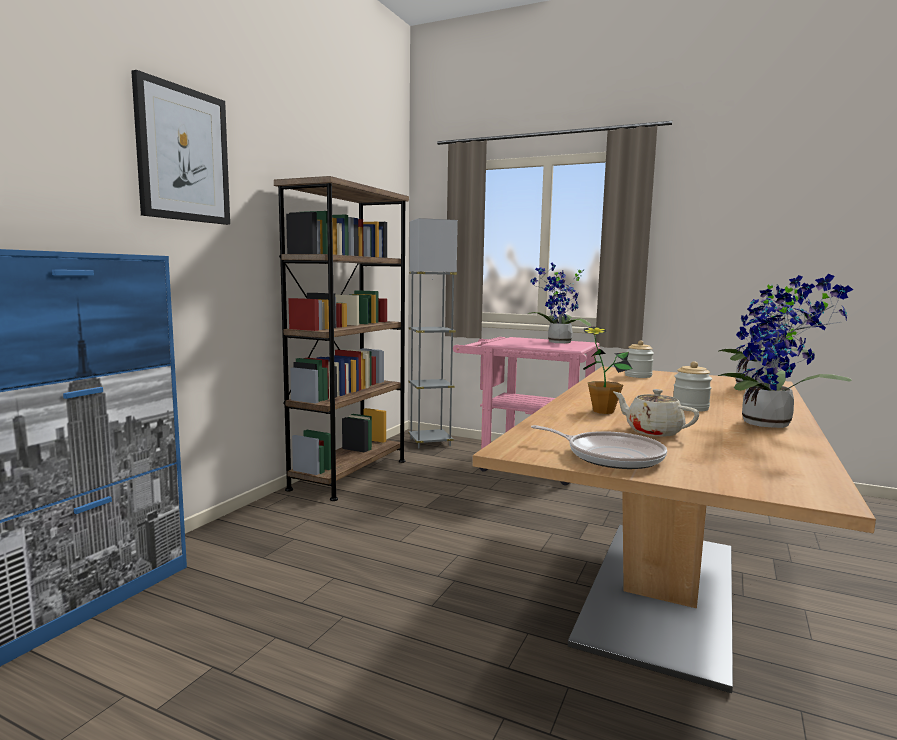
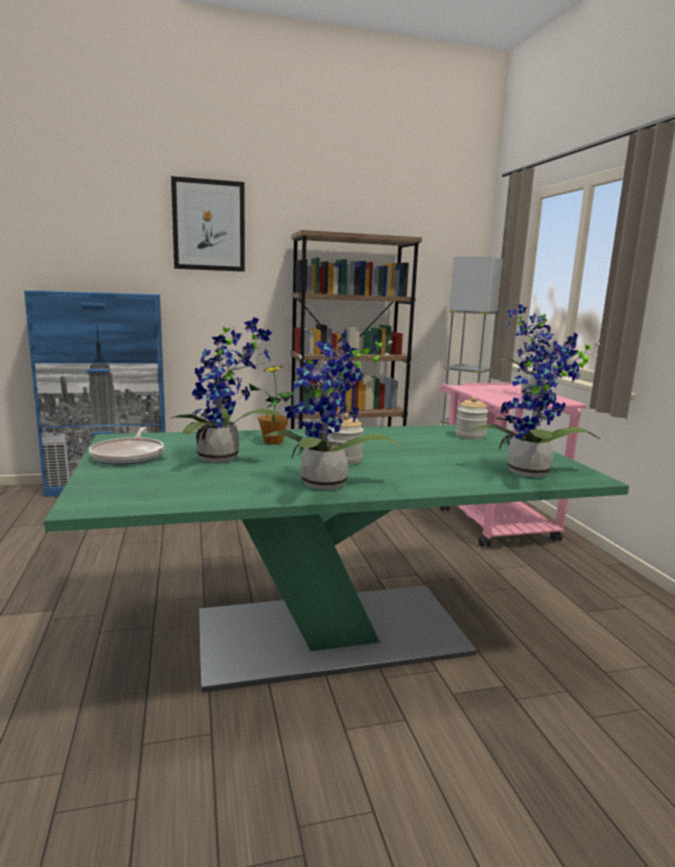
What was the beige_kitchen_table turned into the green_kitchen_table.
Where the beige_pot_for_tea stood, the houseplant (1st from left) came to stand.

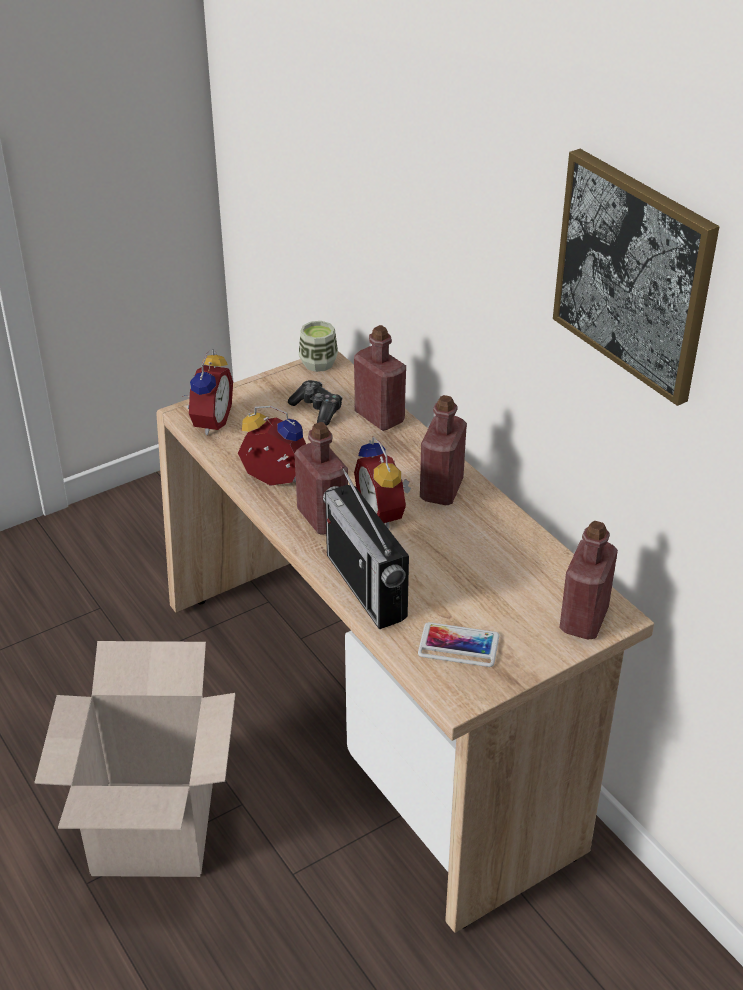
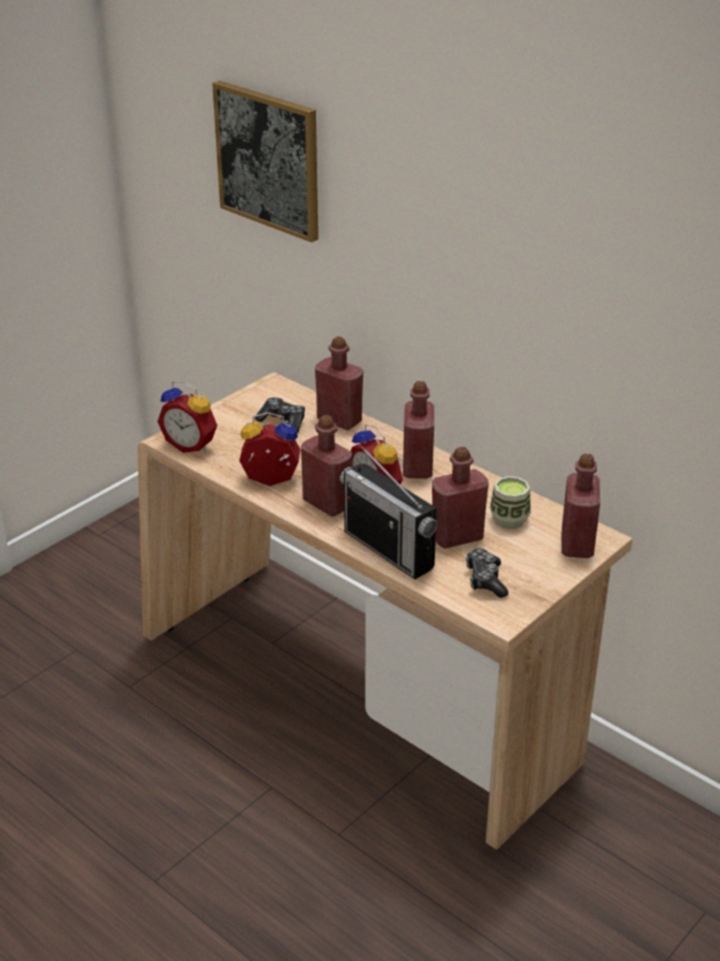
The alarm_clock (1st from left) ended up facing another way, 120 degrees clockwise from before.
The wall_picture ended up elsewhere.
The second view gained the red-coloured_drink_bottle (4th from left).
Where the telephone stood, the joypad (2nd from left) came to stand.
The cup ended up elsewhere.
The second view lost the carton.

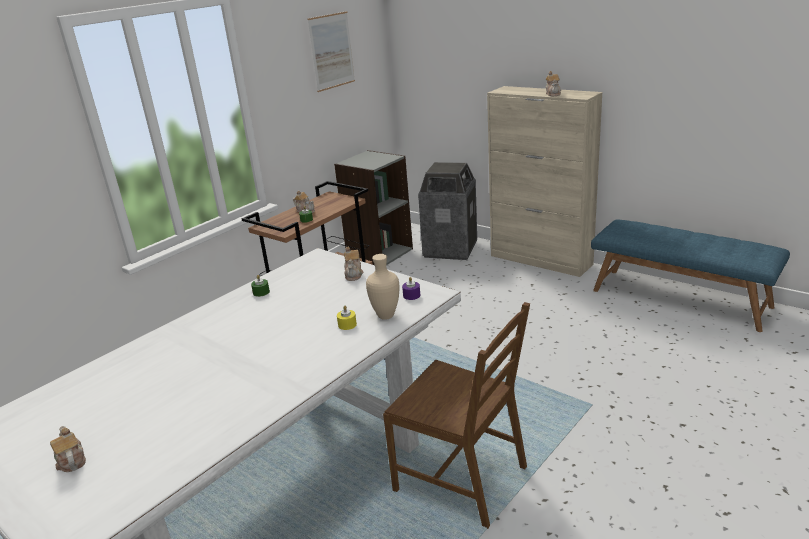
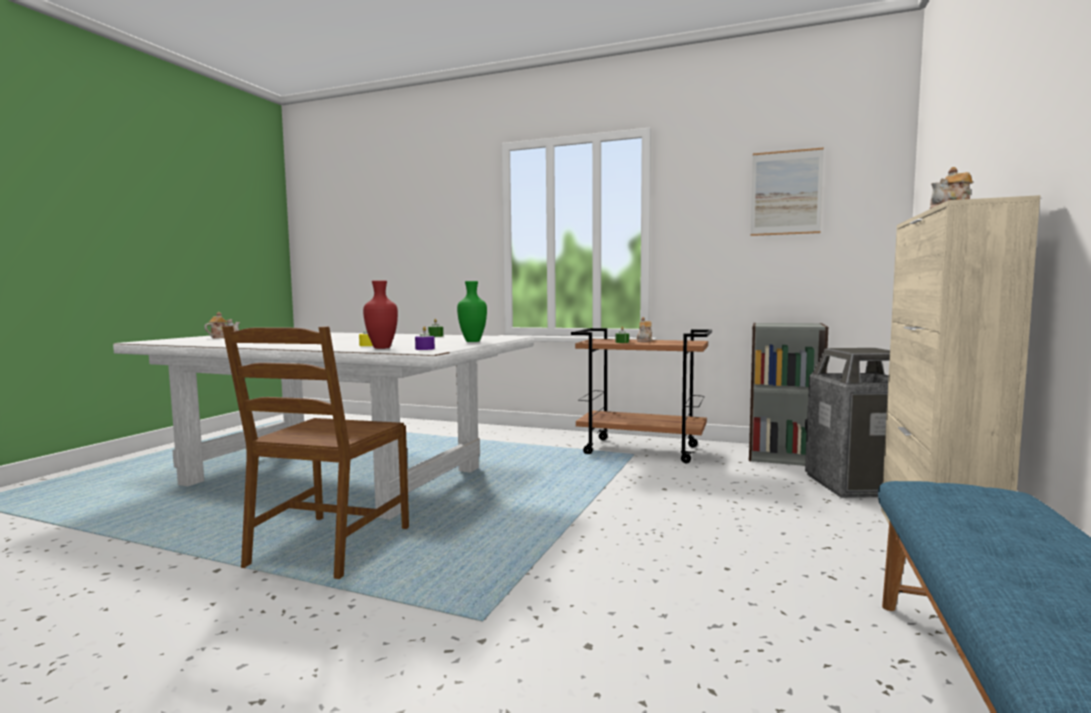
What was the beige_vase turned into the red-coloured_vase.
Where the pot_for_tea (3rd from left) stood, the green_vase came to stand.

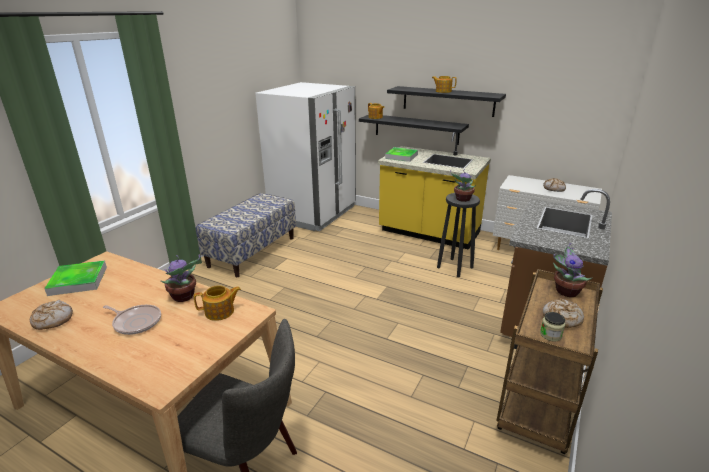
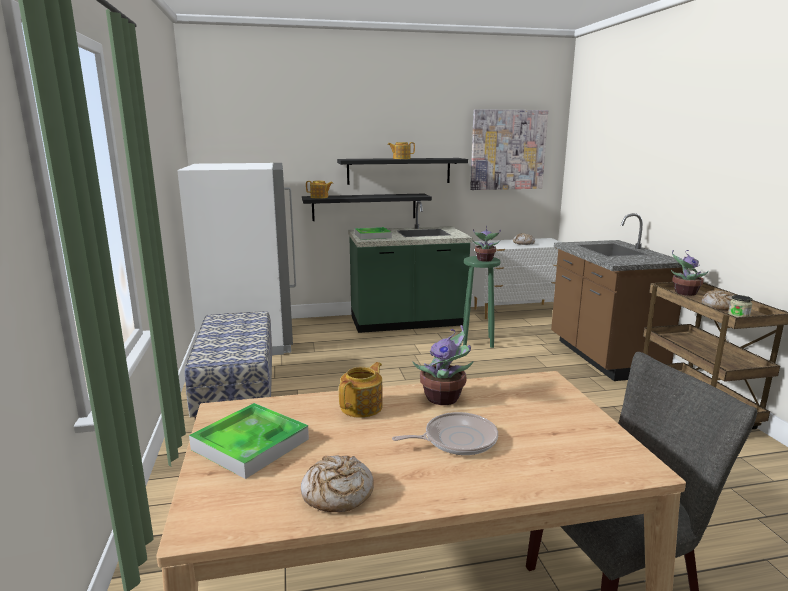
The pot_for_tea (1st from left in the first image) ended up elsewhere.
What was the yellow-coloured_kitchen_counter turned into the green_kitchen_counter.
What was the blackish_stool_seat turned into the green_stool_seat.
The second view gained the wall_picture.

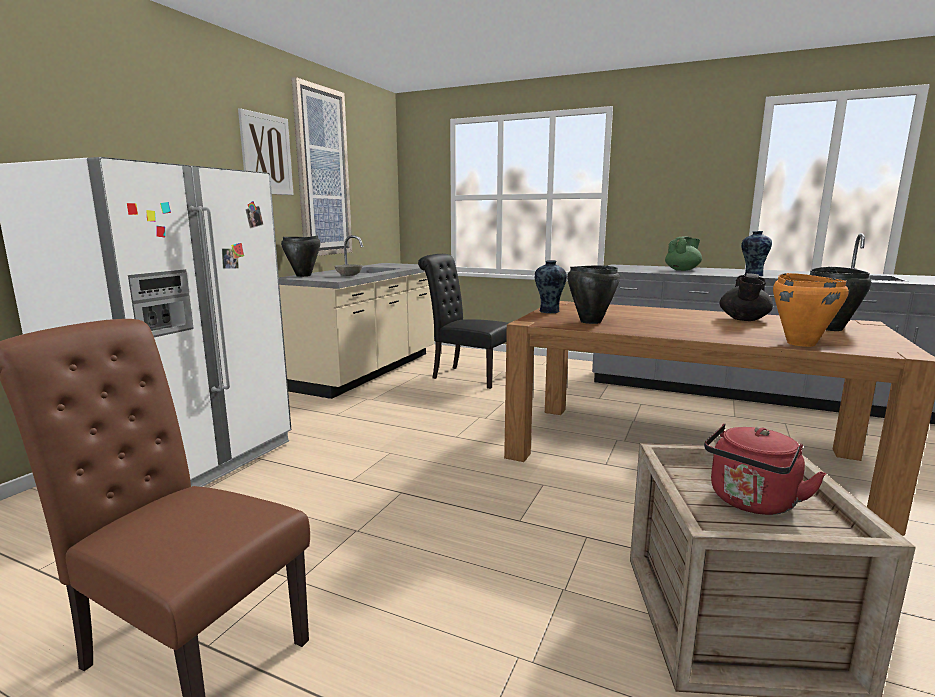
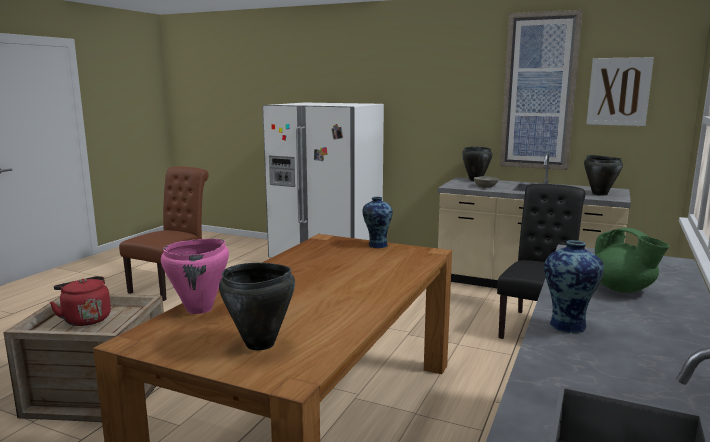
What was the orange_cooking_pot turned into the pink-coloured_cooking_pot.
The blackish_cooking_pot (2nd from left in the first image) ended up elsewhere.
The wall_picture (1st from left in the first image) ended up elsewhere.
The second view lost the blackish_pot_for_tea.

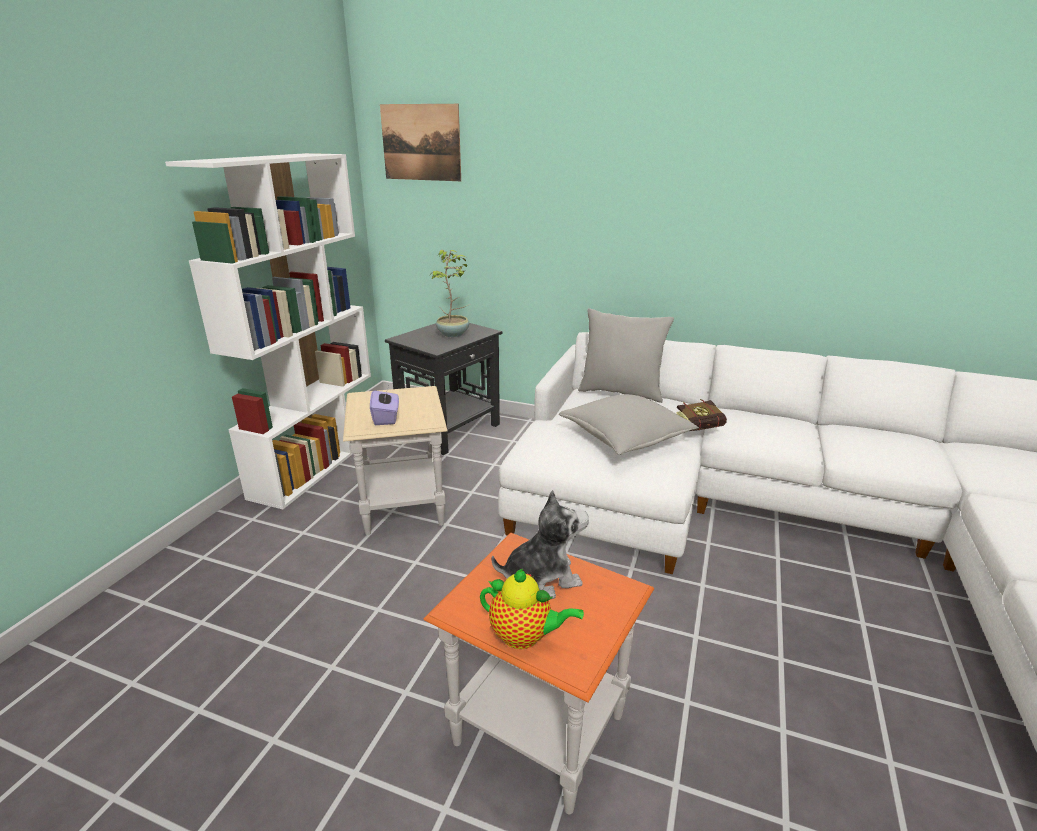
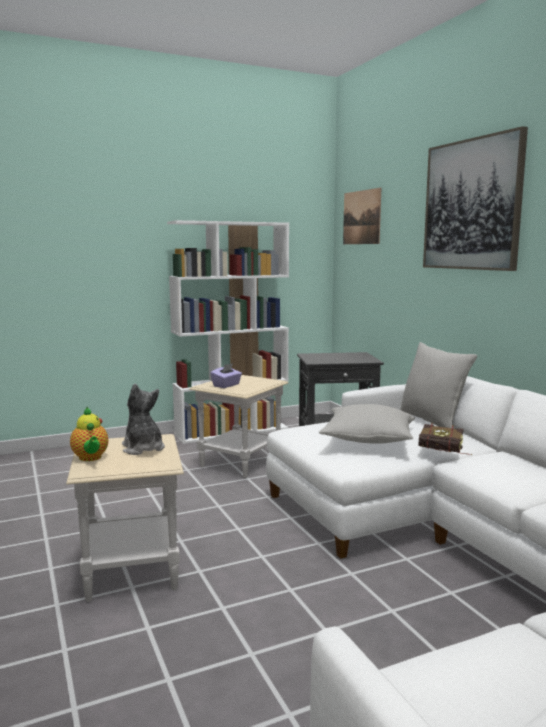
What was the orange_side_table turned into the beige_side_table (1st from left).
The cuddly_toy ended up facing another way, 150 degrees counterclockwise from before.
The second view gained the wall_picture (2nd from left).
The second view lost the houseplant.

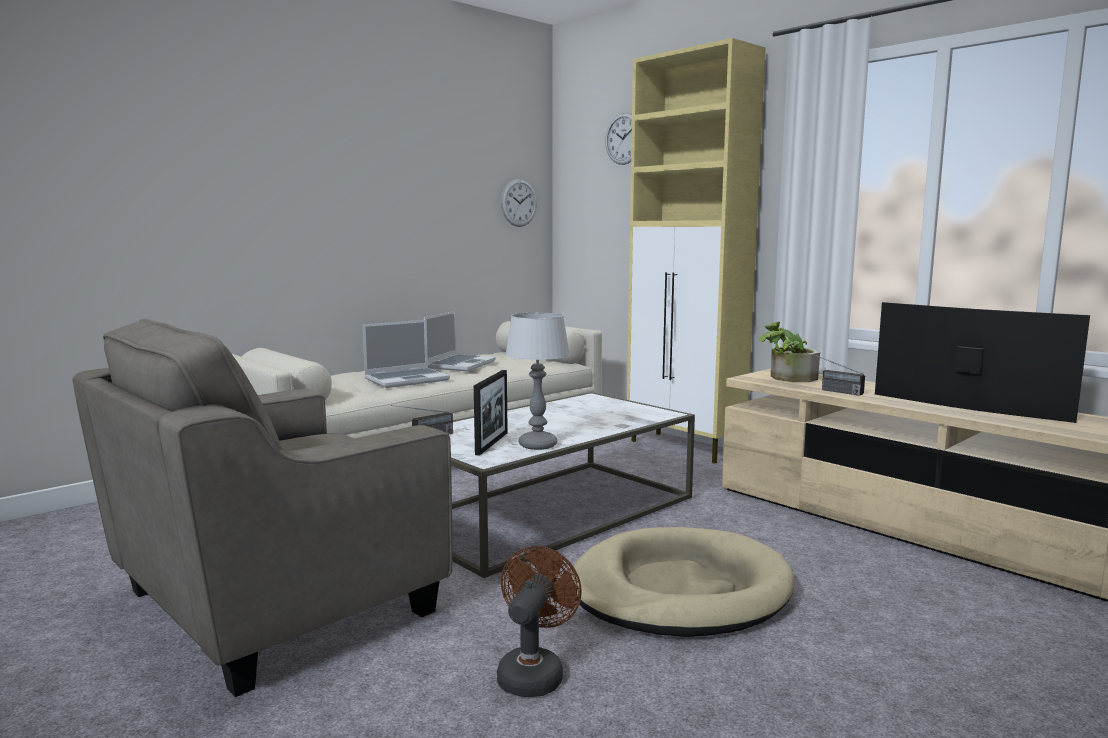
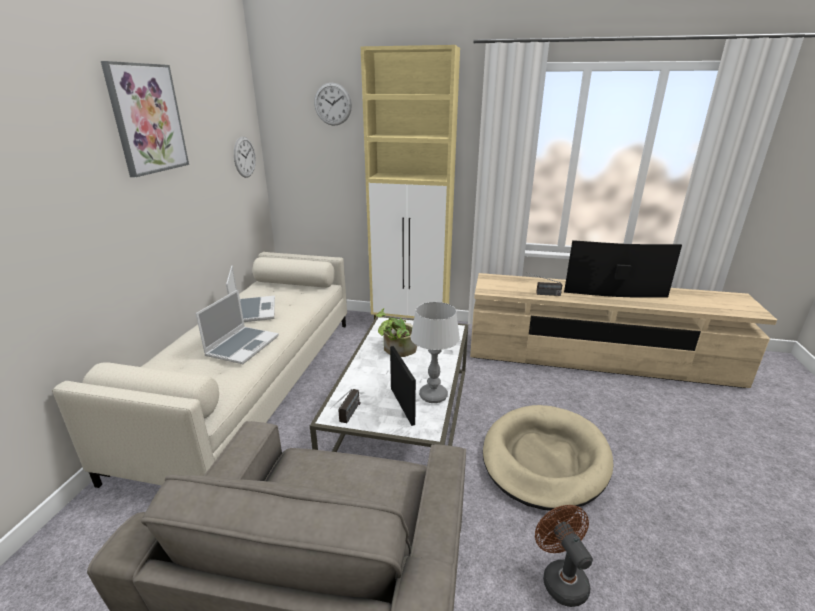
The second view gained the wall_picture.
The houseplant ended up elsewhere.

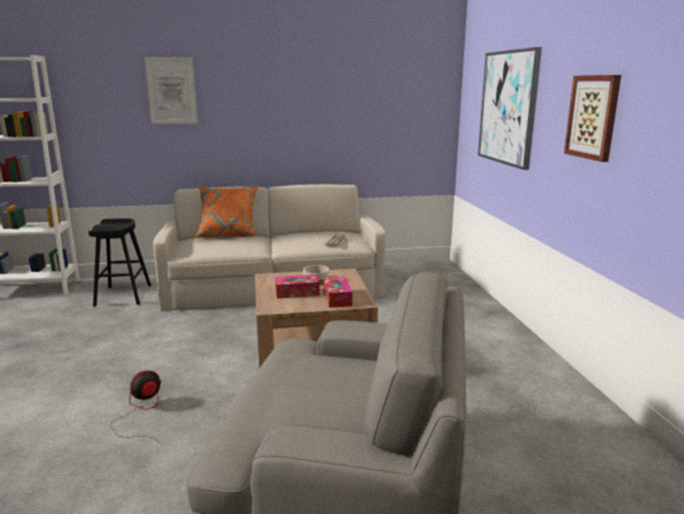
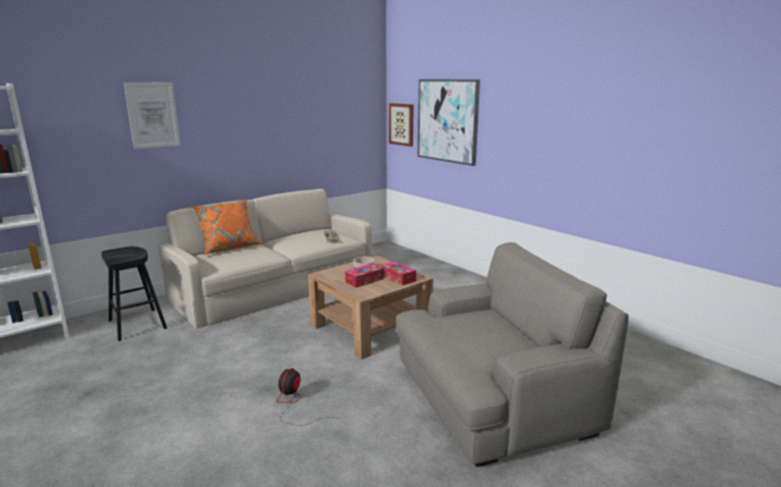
The wall_picture (3rd from left in the first image) ended up elsewhere.

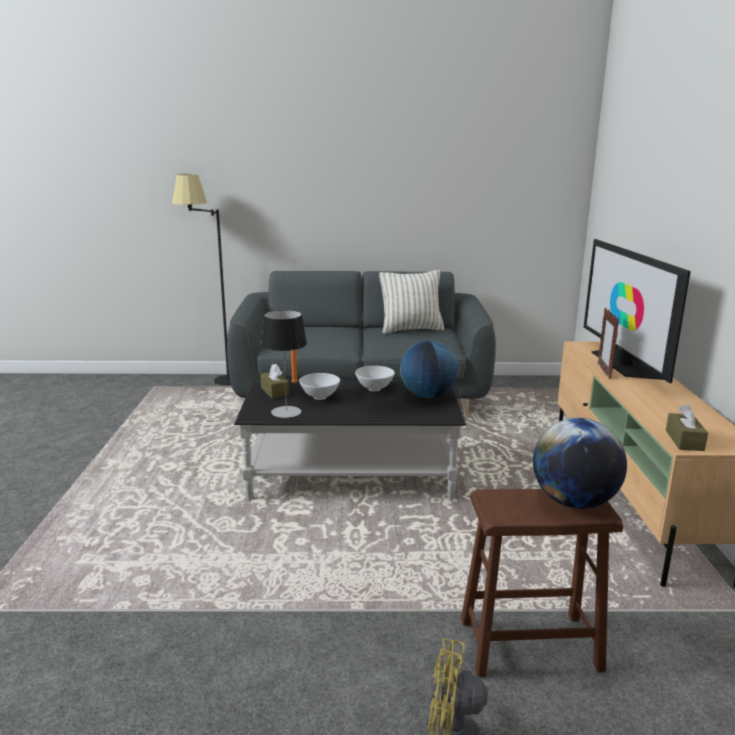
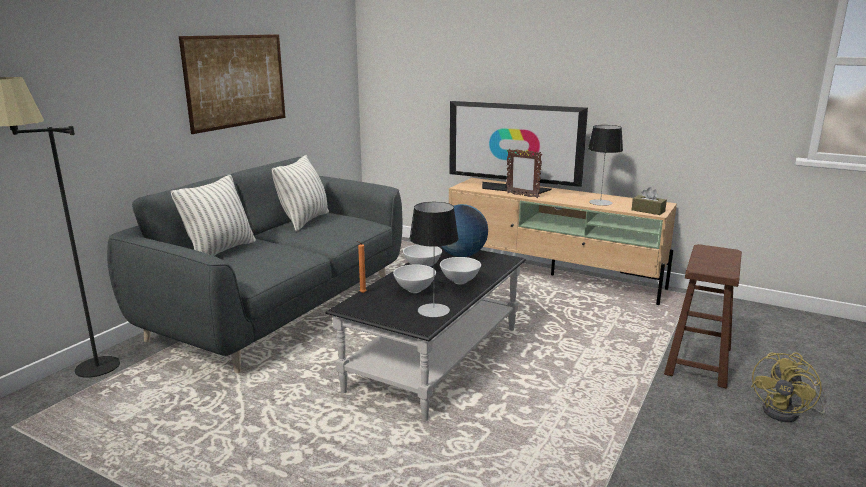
The second view gained the cushion (1st from left).
The second view gained the wall_picture.
The second view gained the whitish_deep_dish (3rd from left).
The second view gained the tabletop_lamp (2nd from left).
The second view lost the brown-coloured_tissue_box (1st from left).
The second view lost the world_globe (2nd from left).

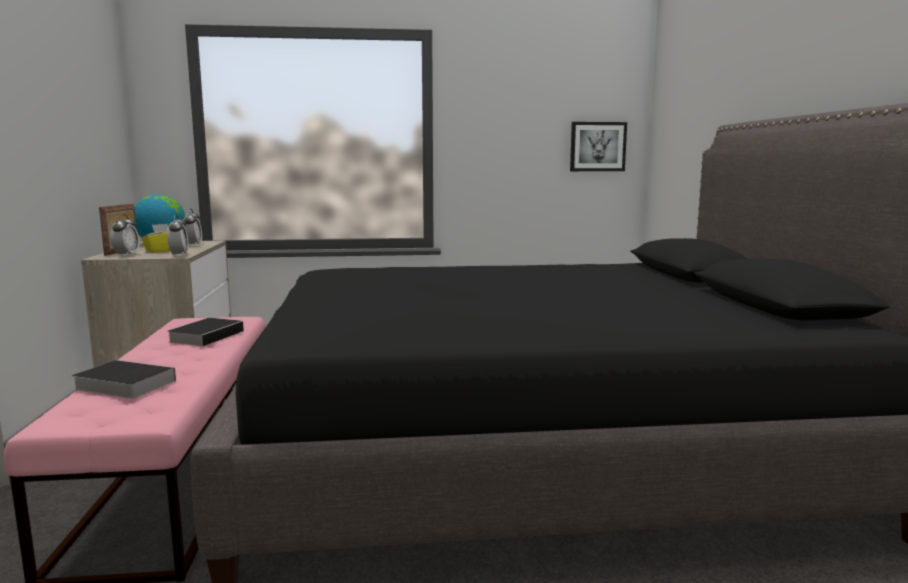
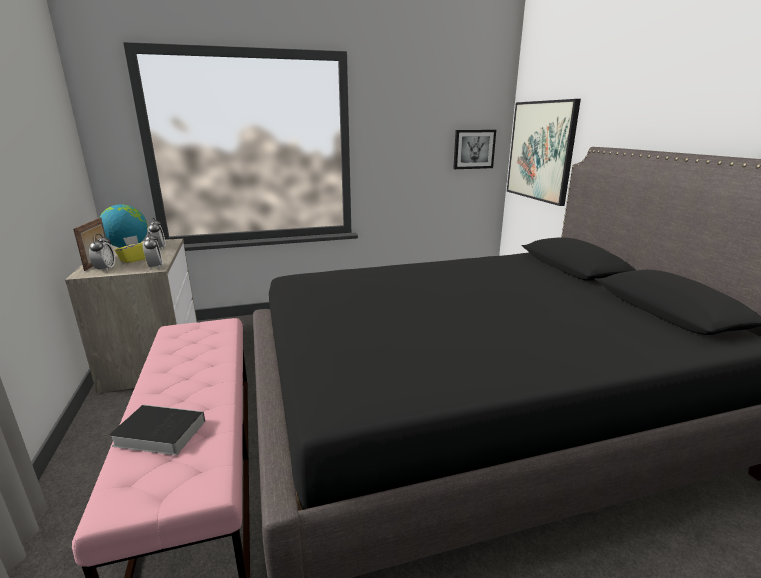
The second view gained the wall_picture (2nd from left).
The second view lost the volume (2nd from left).

